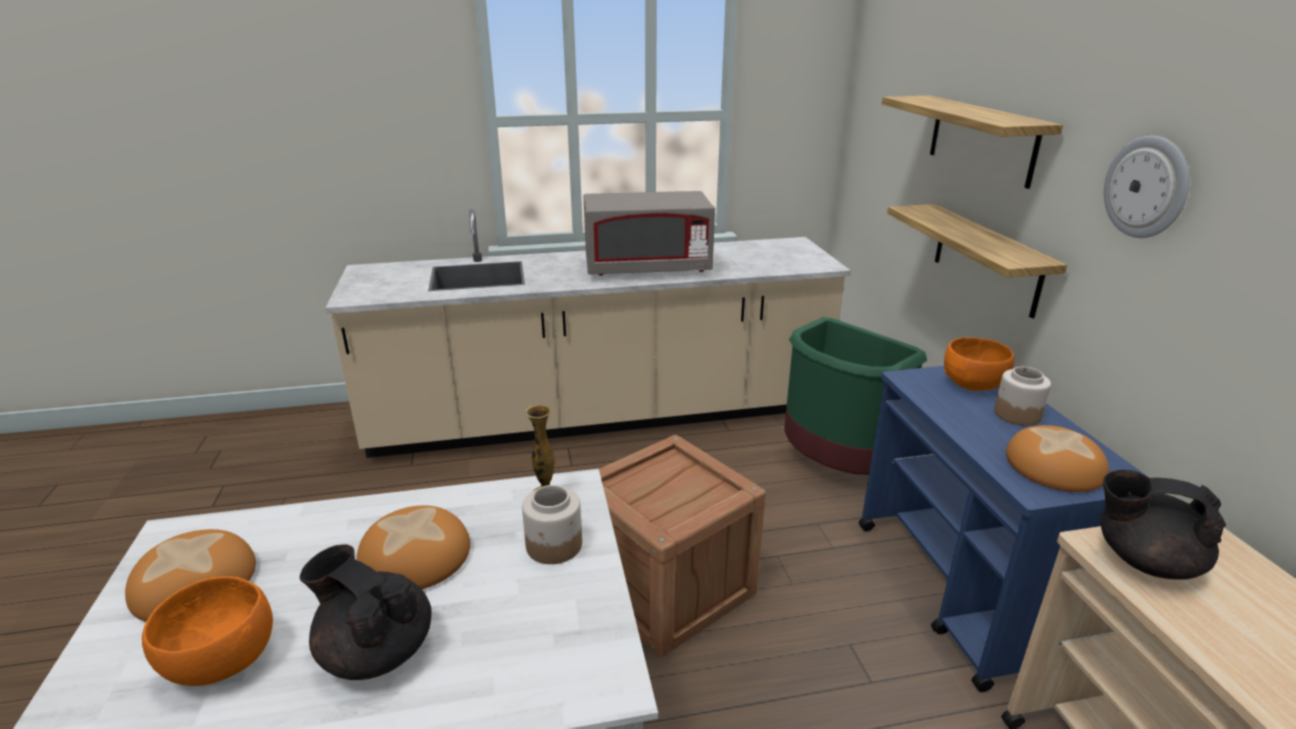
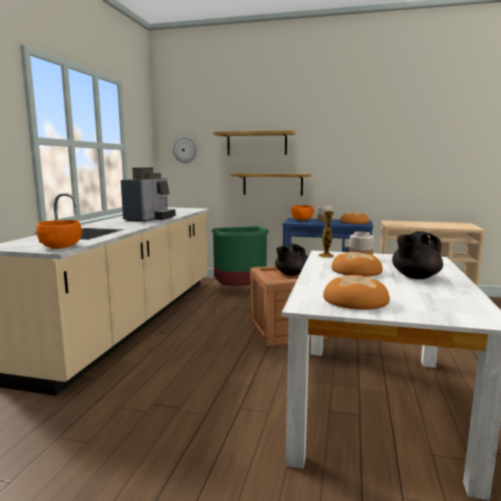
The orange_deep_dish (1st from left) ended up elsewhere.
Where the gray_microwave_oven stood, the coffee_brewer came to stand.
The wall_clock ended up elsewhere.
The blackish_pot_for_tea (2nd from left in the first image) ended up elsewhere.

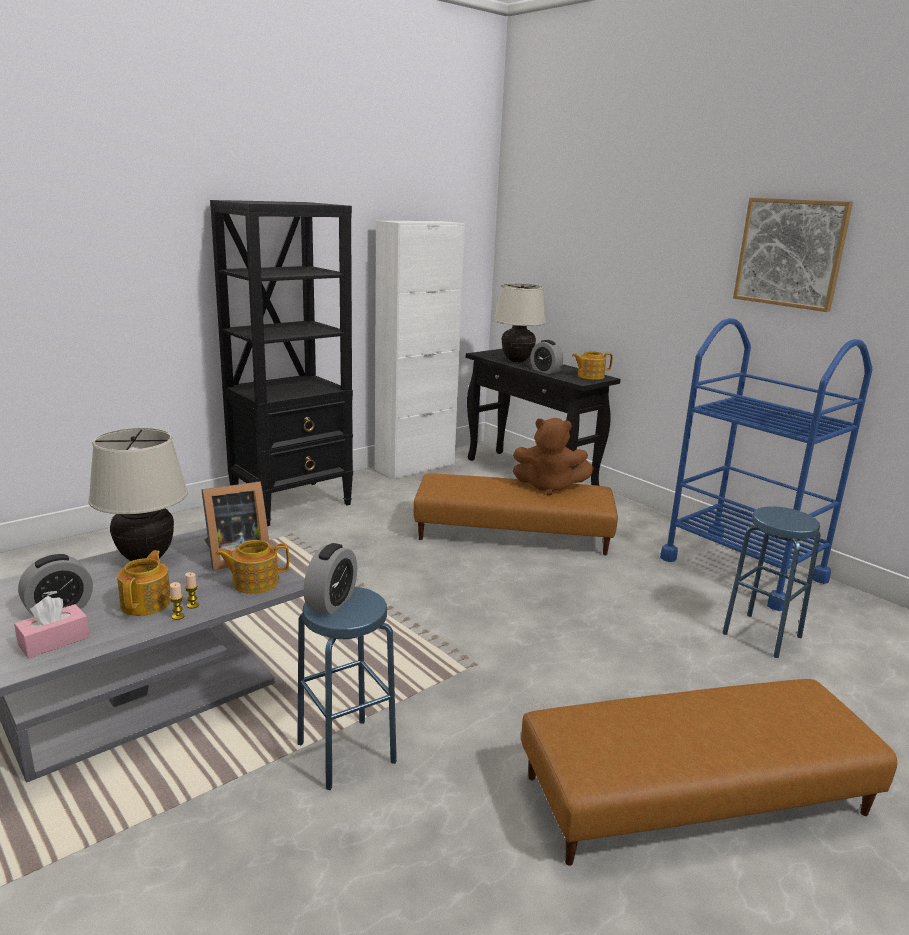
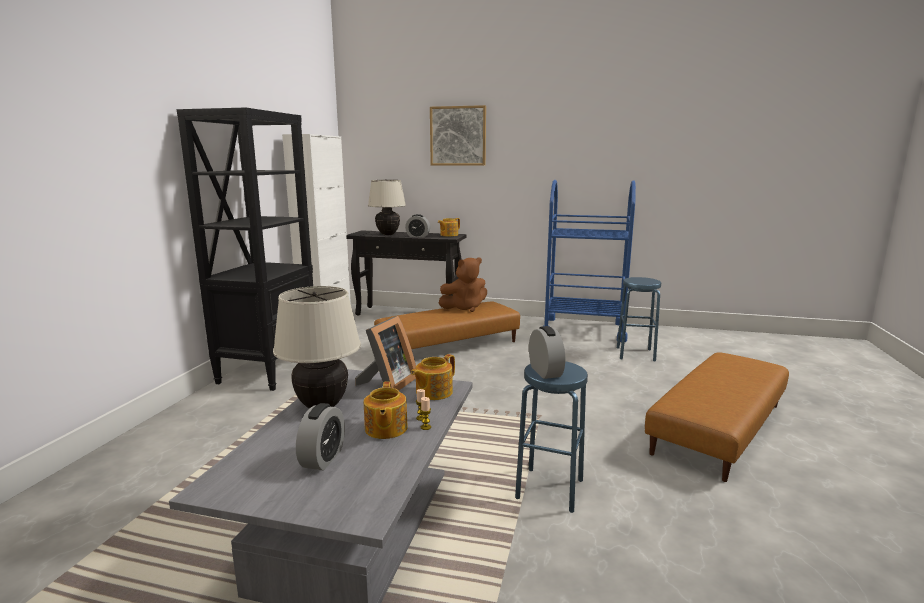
The pot_for_tea (1st from left) ended up facing another way, 150 degrees counterclockwise from before.
The wall_picture ended up elsewhere.
The second view lost the pink-coloured_tissue_box.

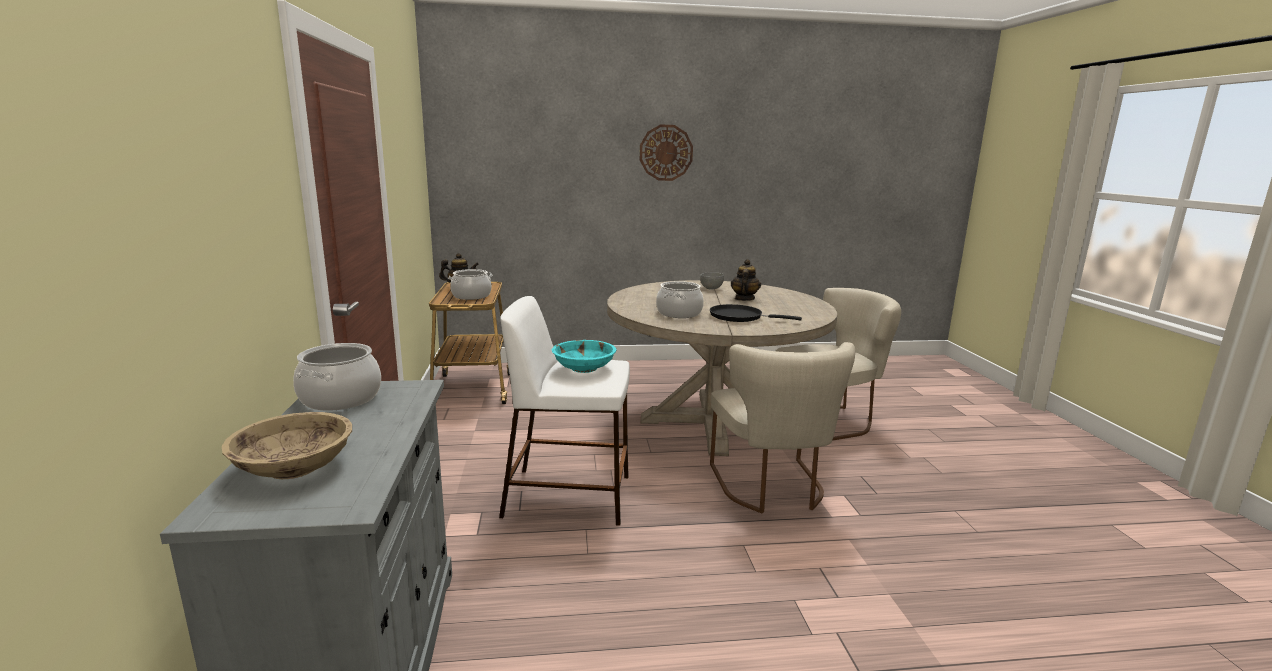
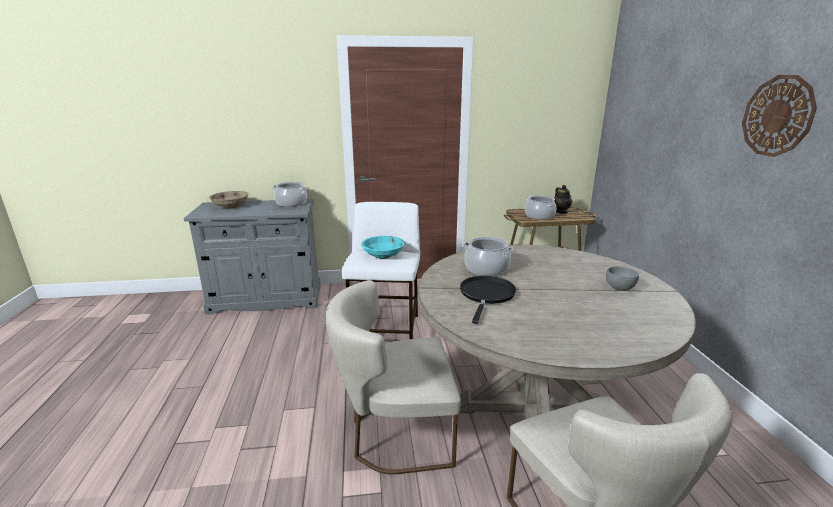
The second view lost the pot_for_tea (2nd from left).

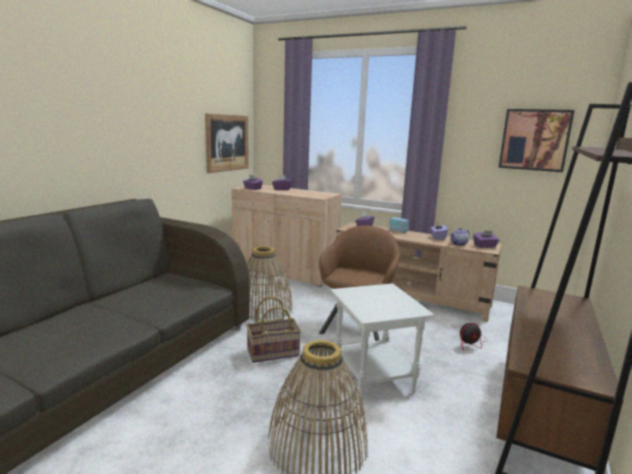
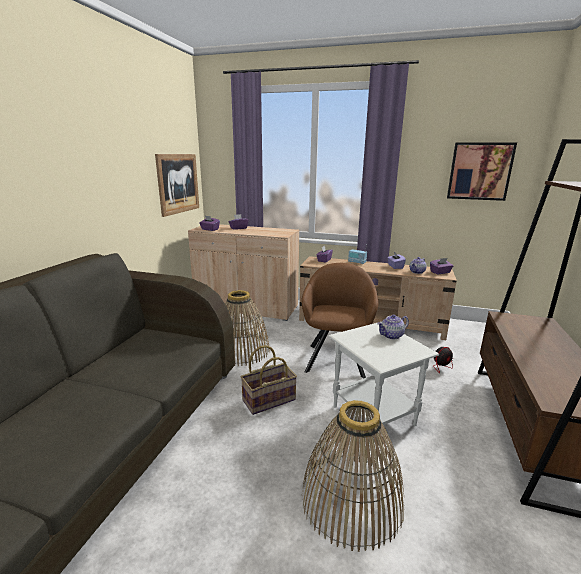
The second view gained the pot_for_tea (1st from left).

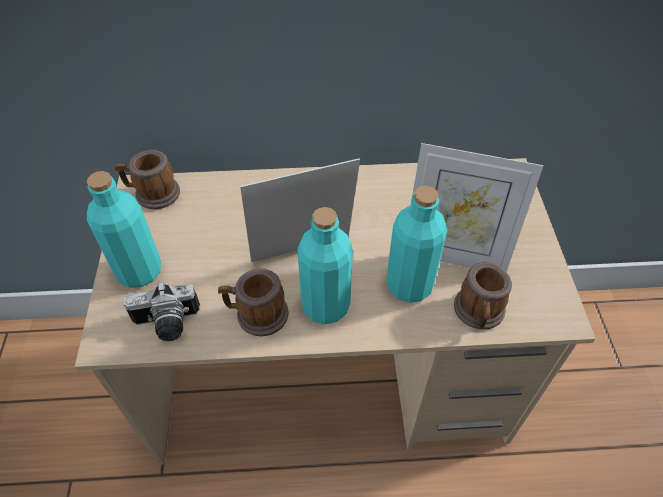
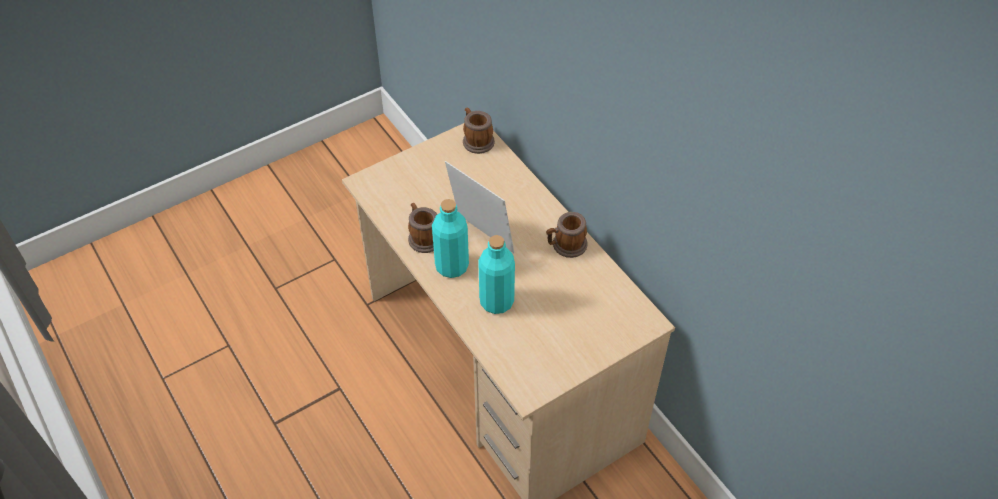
The mug (3rd from left) ended up elsewhere.
The second view lost the turquoise_drink_bottle (1st from left).
The second view lost the still_camera.
The second view lost the photo_frame (2nd from left).

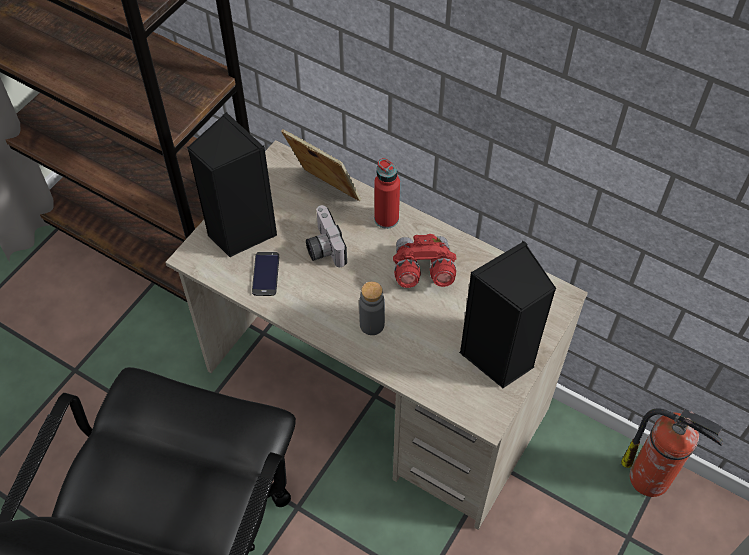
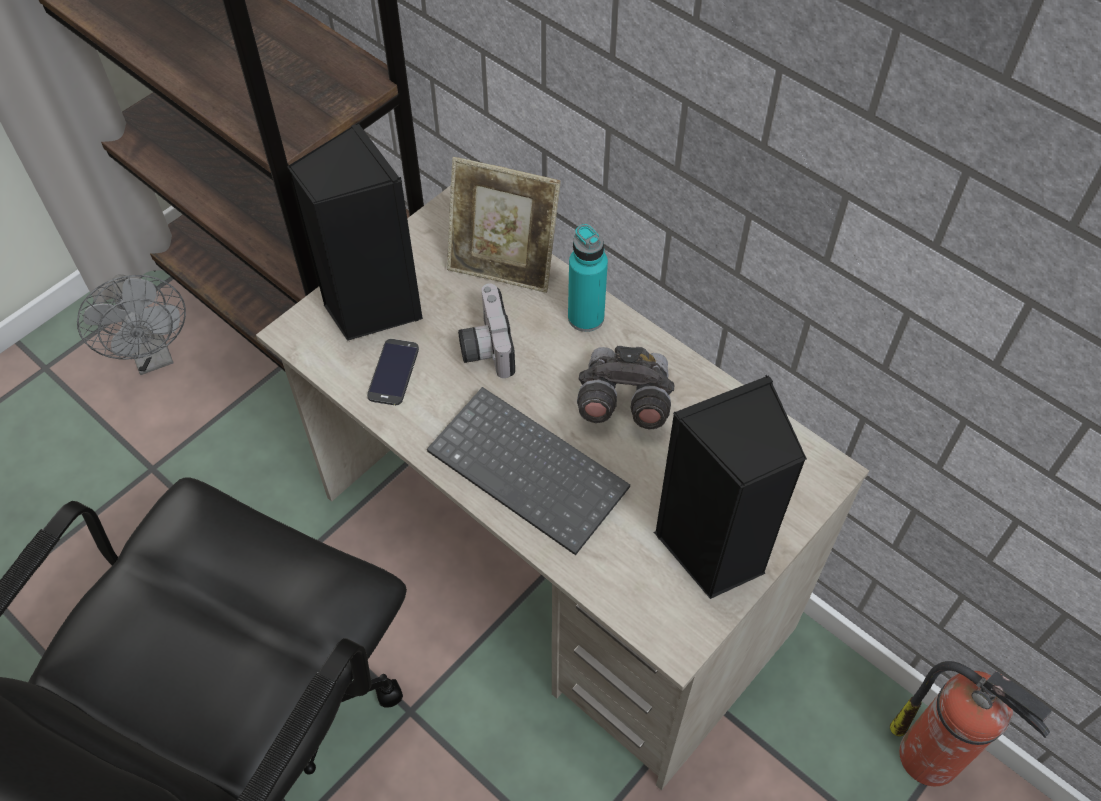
The second view gained the gray_electric_fan.
Where the gray_drink_bottle stood, the keyboard came to stand.
The photo_frame ended up facing another way, 150 degrees clockwise from before.
What was the red-coloured_drink_bottle turned into the turquoise_drink_bottle.
What was the red-coloured_field_glasses turned into the gray_field_glasses.

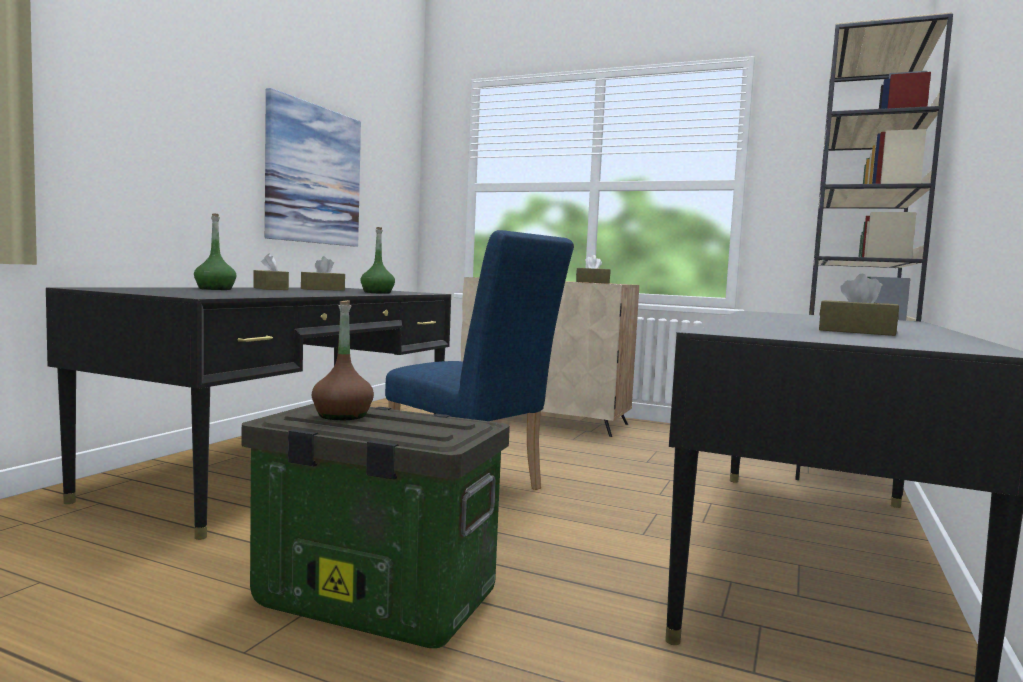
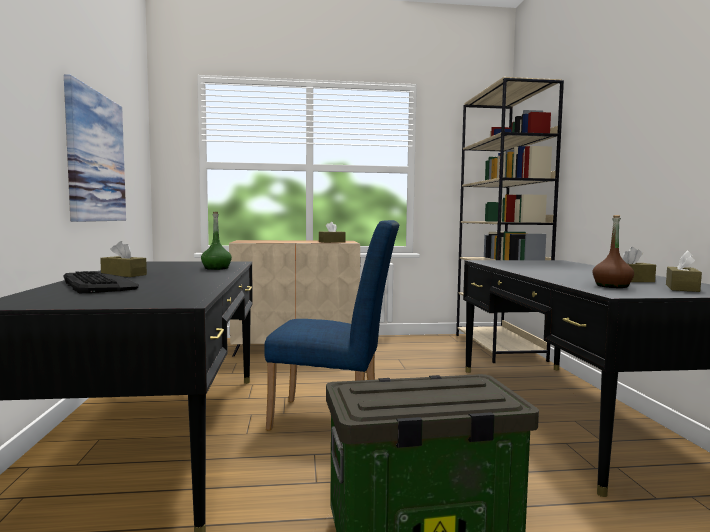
Where the green_drink_bottle (1st from left) stood, the keyboard came to stand.
The brown-coloured_drink_bottle ended up elsewhere.
The brown-coloured_tissue_box (2nd from left in the first image) ended up elsewhere.

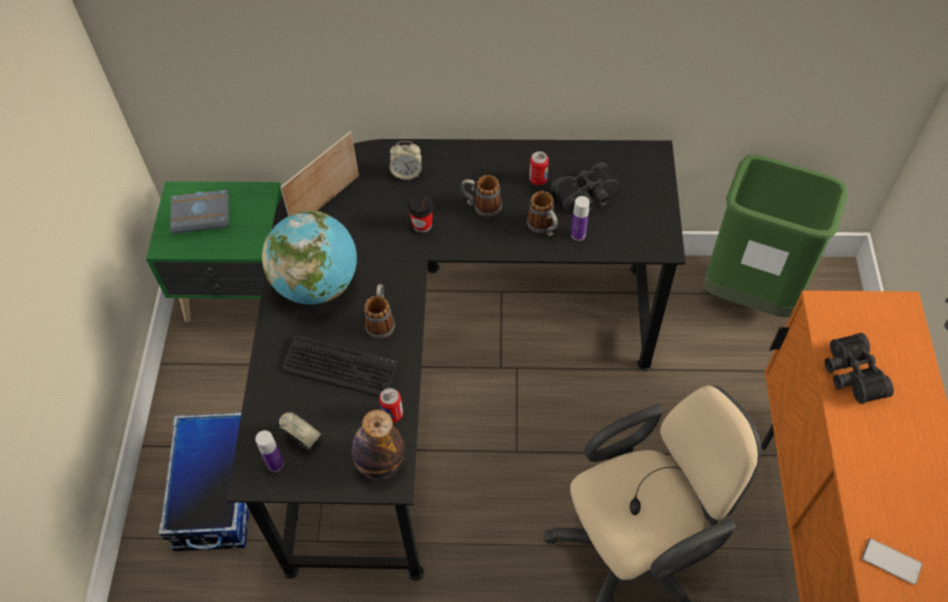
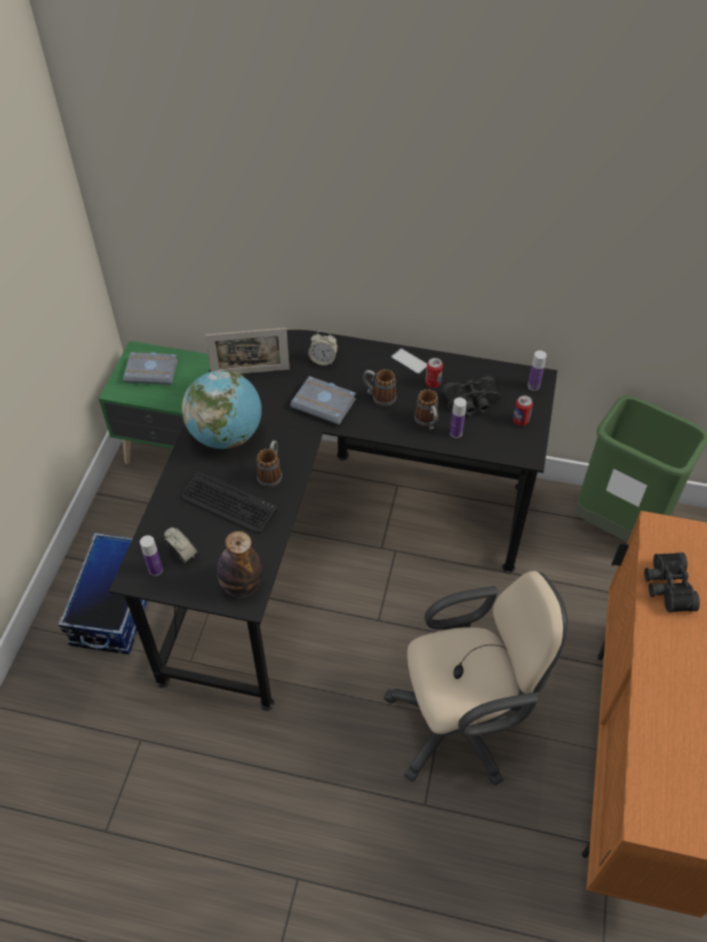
The photo_frame ended up facing another way, 150 degrees counterclockwise from before.
Where the cup stood, the gray_volume (2nd from left) came to stand.
The telephone ended up elsewhere.
The can (1st from left in the first image) ended up elsewhere.
The second view gained the drink_bottle (4th from left).

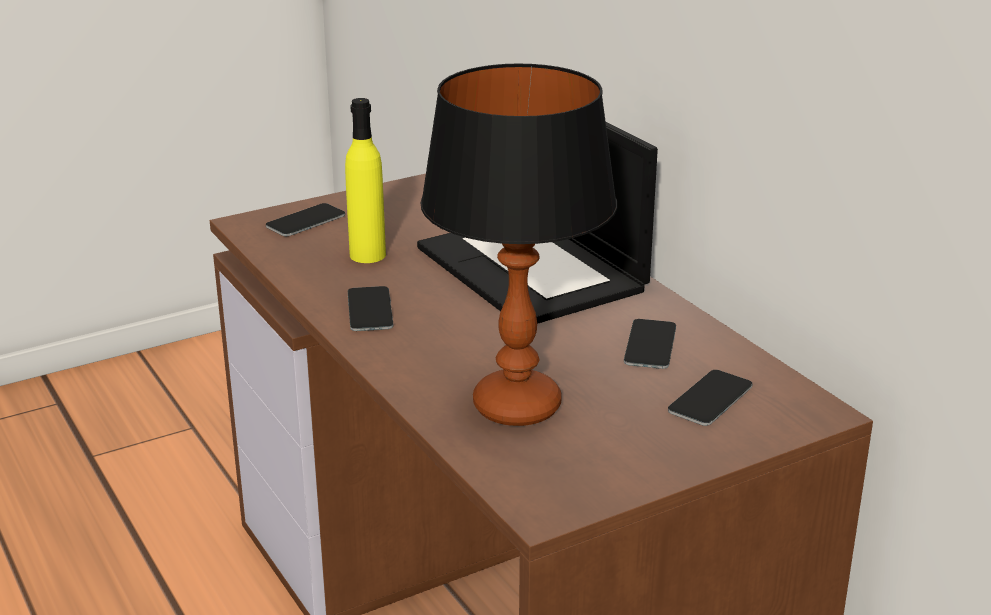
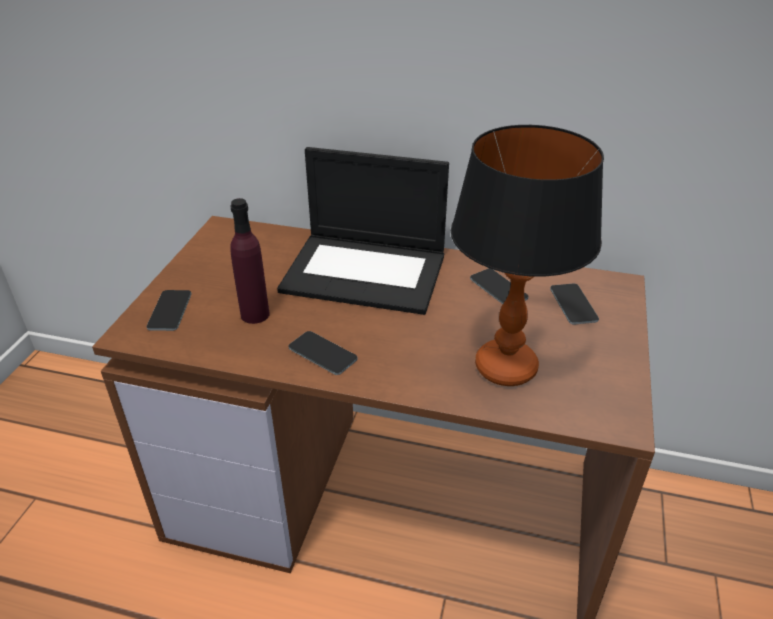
What was the yellow-coloured_drink_bottle turned into the purple-coloured_drink_bottle.

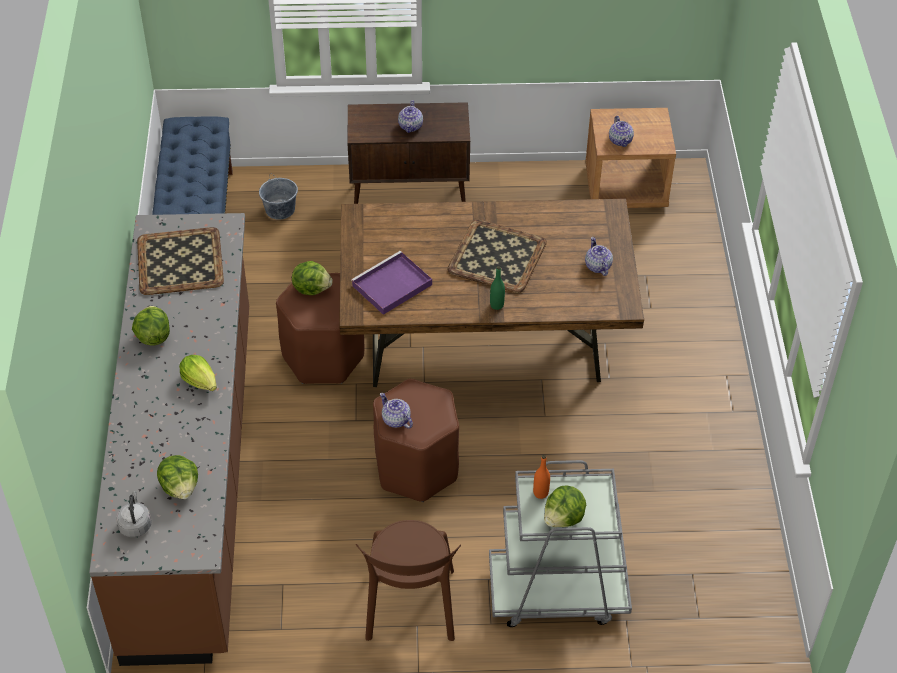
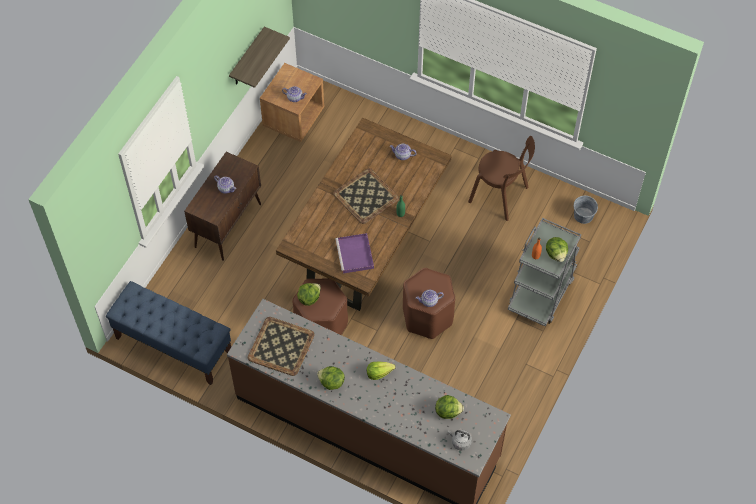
The second view gained the bracket_shelf.
The brown-coloured_plain_chair ended up elsewhere.
The gray_bucket ended up elsewhere.

